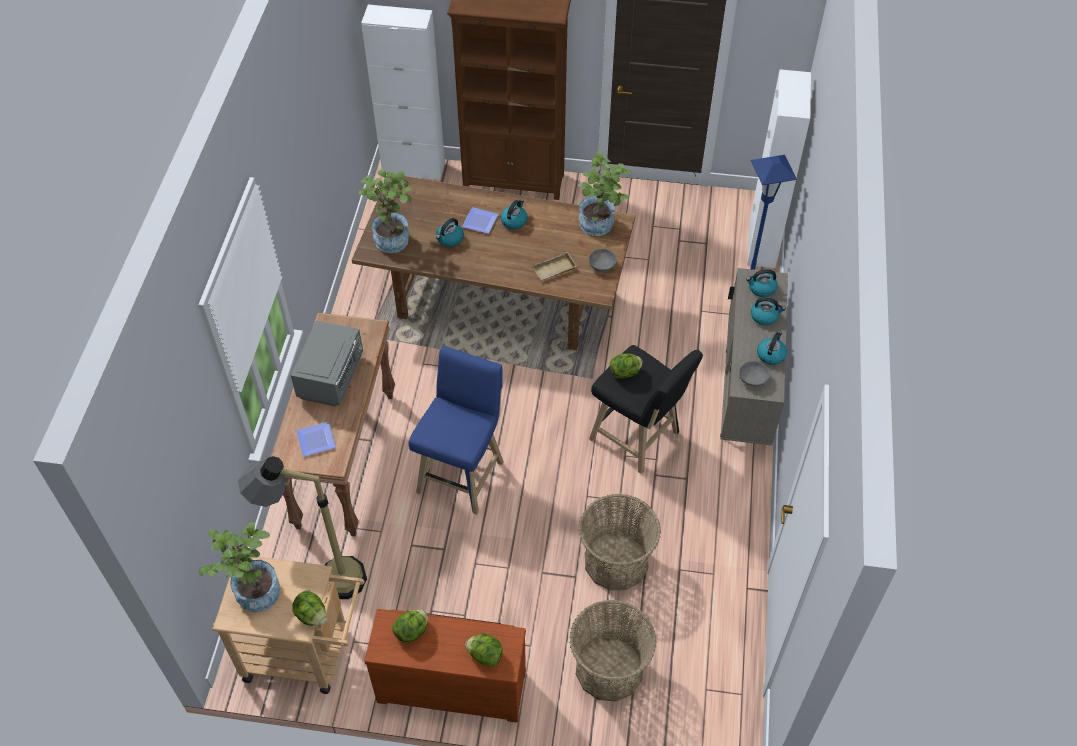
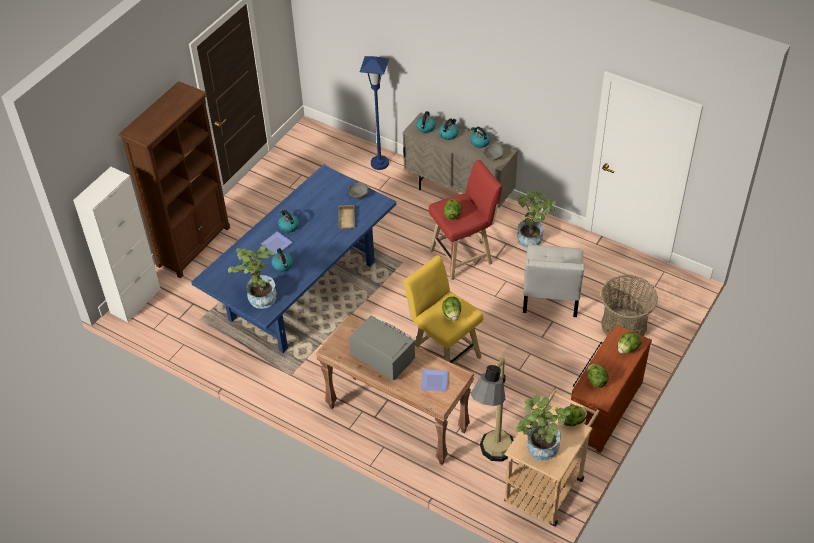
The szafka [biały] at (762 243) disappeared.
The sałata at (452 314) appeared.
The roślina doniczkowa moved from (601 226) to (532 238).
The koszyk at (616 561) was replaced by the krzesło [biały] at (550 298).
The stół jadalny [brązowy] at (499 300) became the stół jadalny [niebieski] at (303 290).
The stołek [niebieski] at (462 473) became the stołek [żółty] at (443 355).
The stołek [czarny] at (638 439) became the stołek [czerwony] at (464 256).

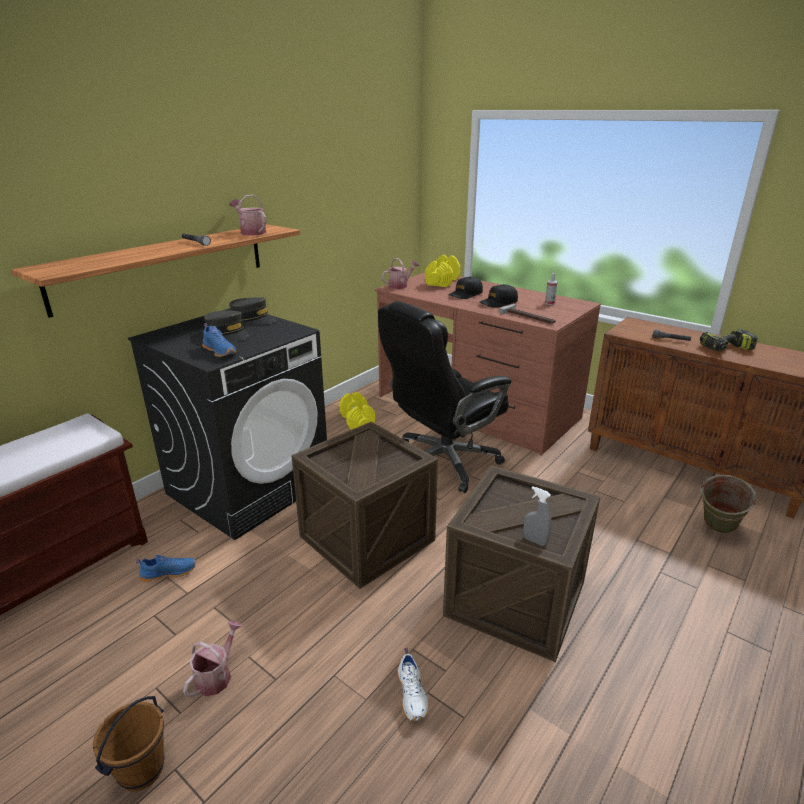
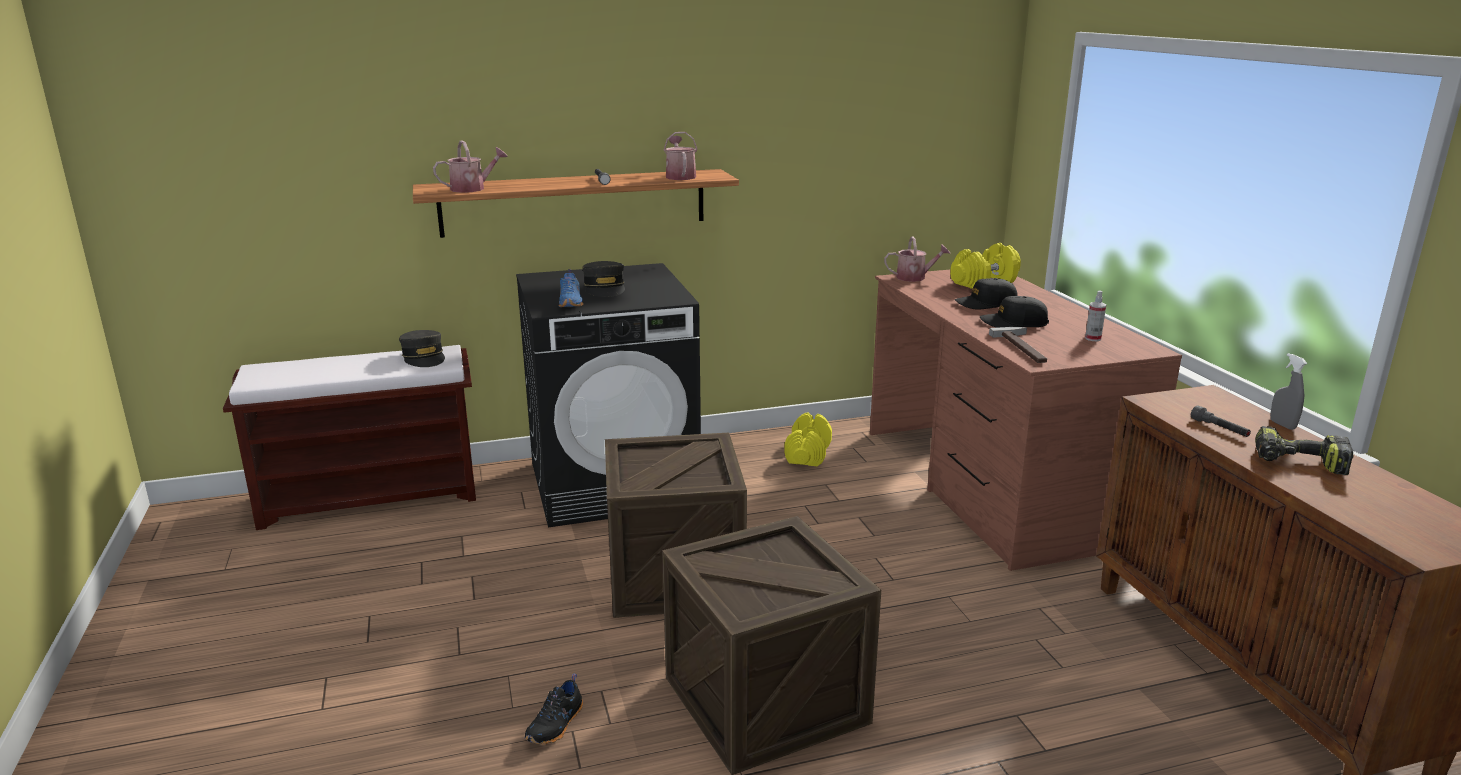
The wiadro [brązowy] at (142 770) disappeared.
The but [niebieski] at (169 572) disappeared.
The krzesło biurowe [czarny] at (442 462) disappeared.
The wiadro [zielony] at (716 530) disappeared.
The konewka moved from (217 675) to (472 188).
The czapka z daszkiem [szary] moved from (253 319) to (424 357).
The spryskiwacz [szary] moved from (535 541) to (1282 425).
The but [biały] at (412 694) became the but [czarny] at (556 725).

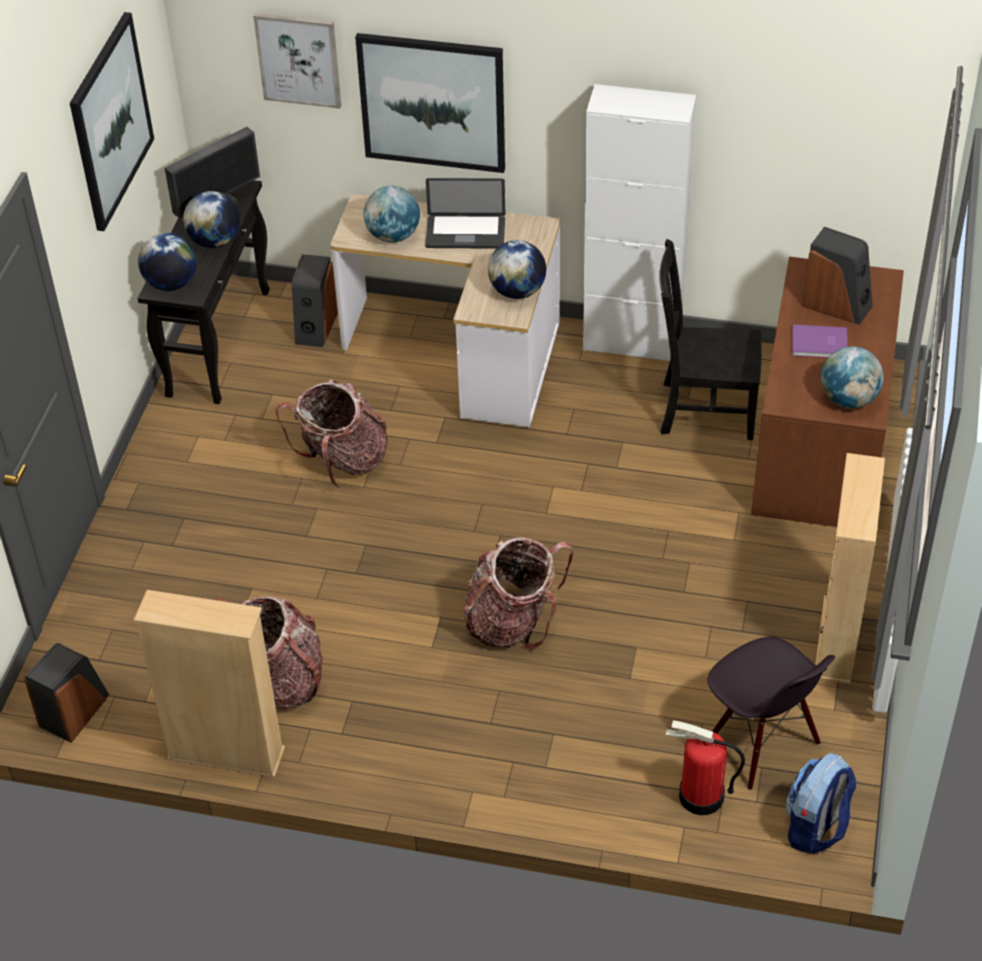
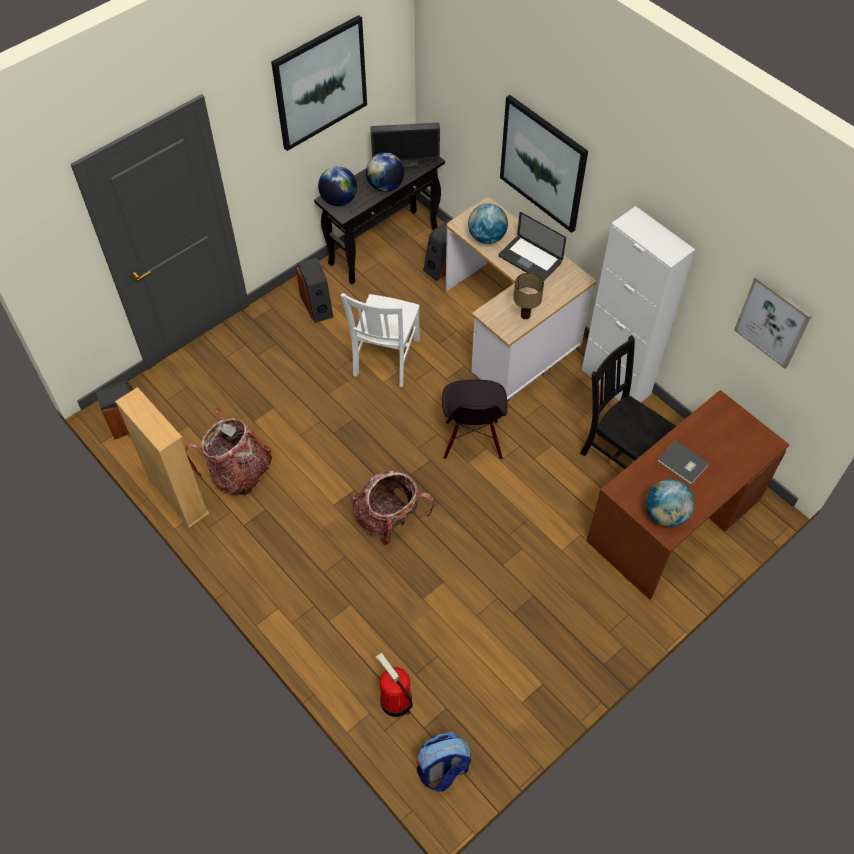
The regał [beżowy] at (837 640) disappeared.
The obraz moved from (298 59) to (772 321).
The krzesło [czarny] moved from (761 744) to (472 440).
The głośnik moved from (837 305) to (317 306).
The plecak at (342 461) was replaced by the krzesło [biały] at (385 359).
The globus at (517 291) was replaced by the lampa stołowa at (525 316).
The książka [fioletowy] at (820 344) became the książka [szary] at (682 464).

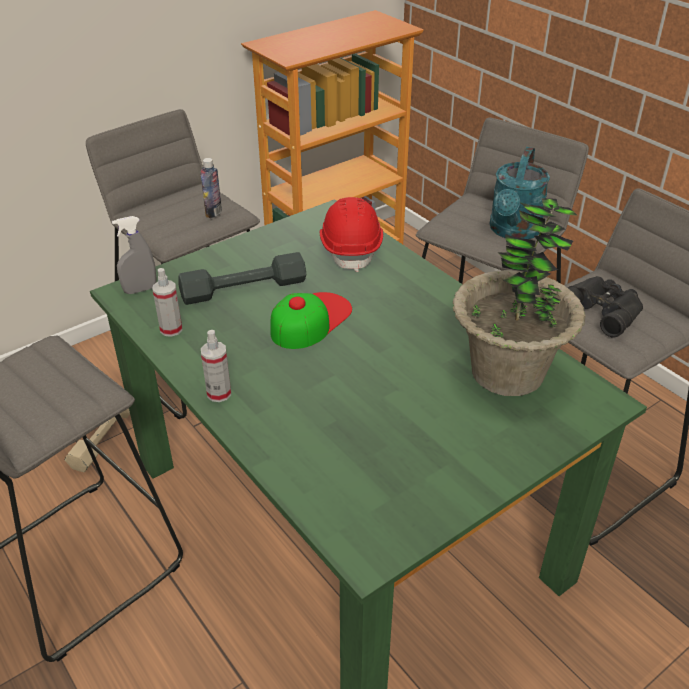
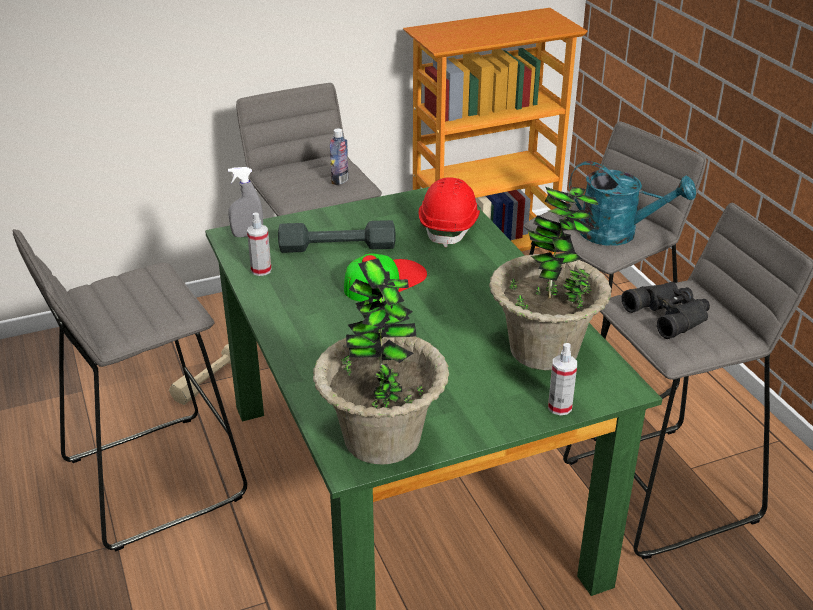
The roślina doniczkowa at (382 439) appeared.
The spryskiwacz moved from (219 393) to (559 407).
The konewka [turkusowy] at (513 232) turned 105 degrees counterclockwise.

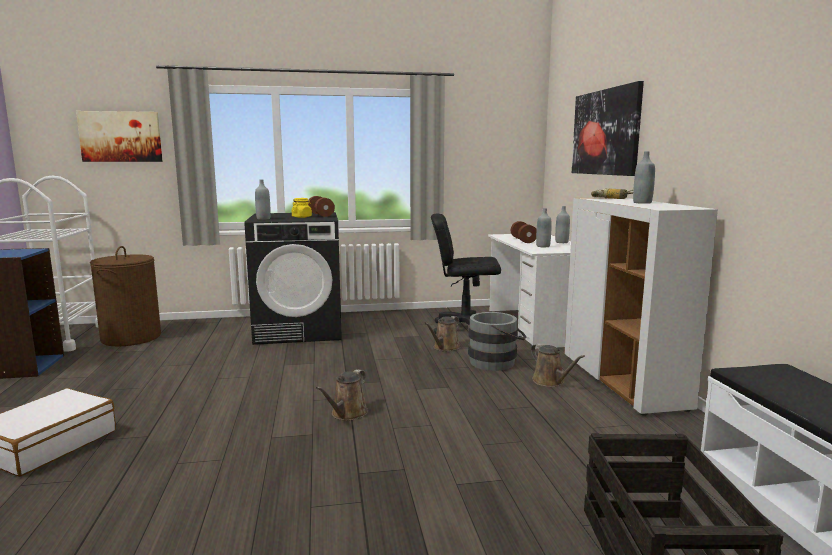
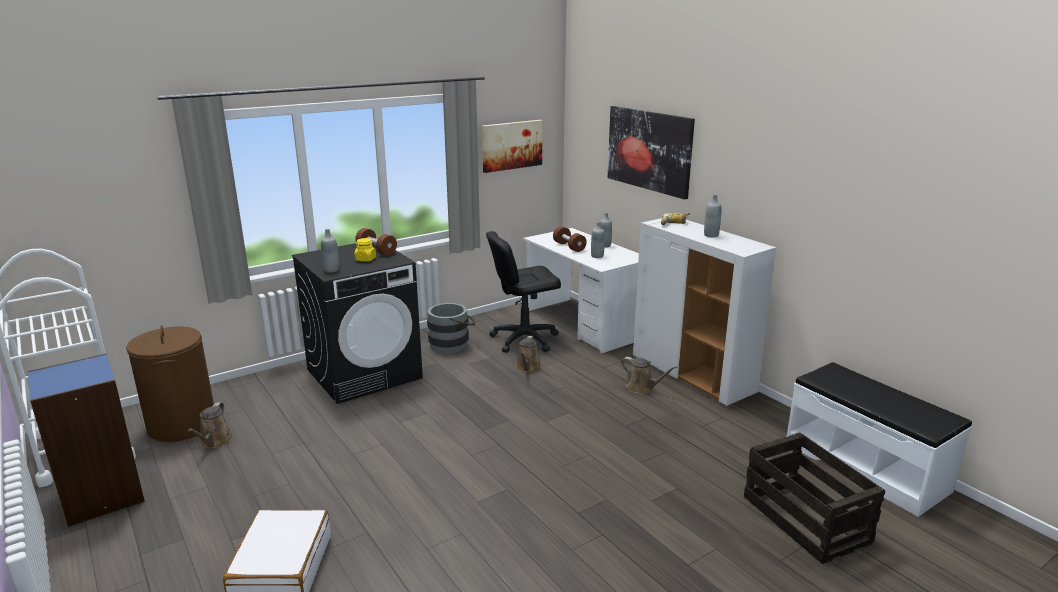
The obraz moved from (121 136) to (511 145).
The konewka [brązowy] moved from (347 414) to (214 442).
The wiadro [szary] moved from (496 362) to (452 344).

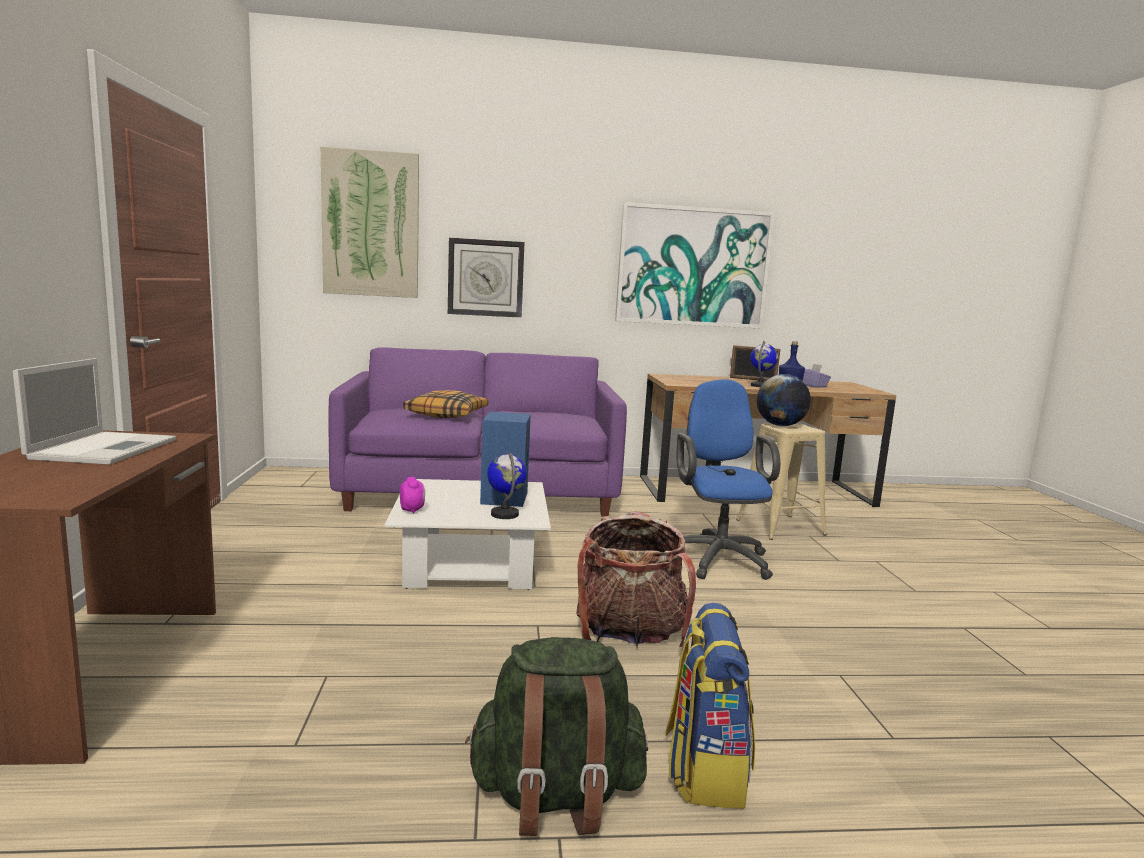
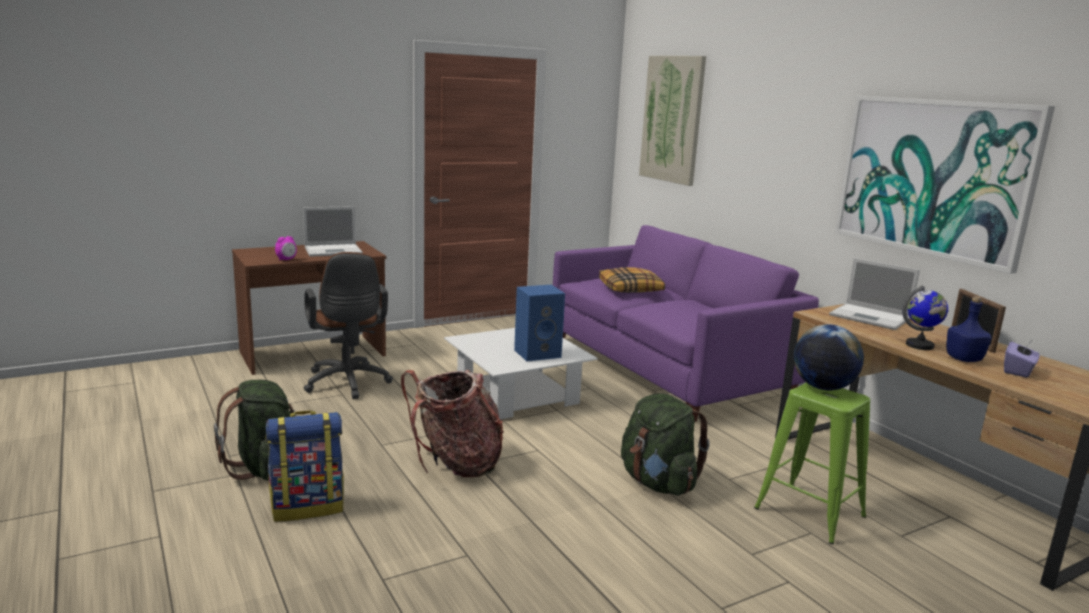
The zegar ścienny at (485 278) disappeared.
The globus at (505 514) disappeared.
The krzesło biurowe [brązowy] at (347 384) appeared.
The laptop at (871 317) appeared.
The budzik moved from (412 510) to (286 259).
The krzesło biurowe [niebieski] at (717 558) was replaced by the plecak [zielony] at (658 483).
The stołek [beżowy] at (781 527) became the stołek [zielony] at (810 513).

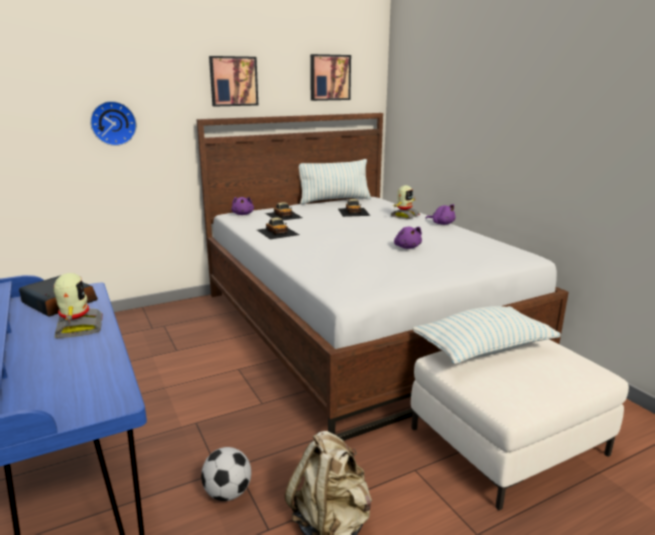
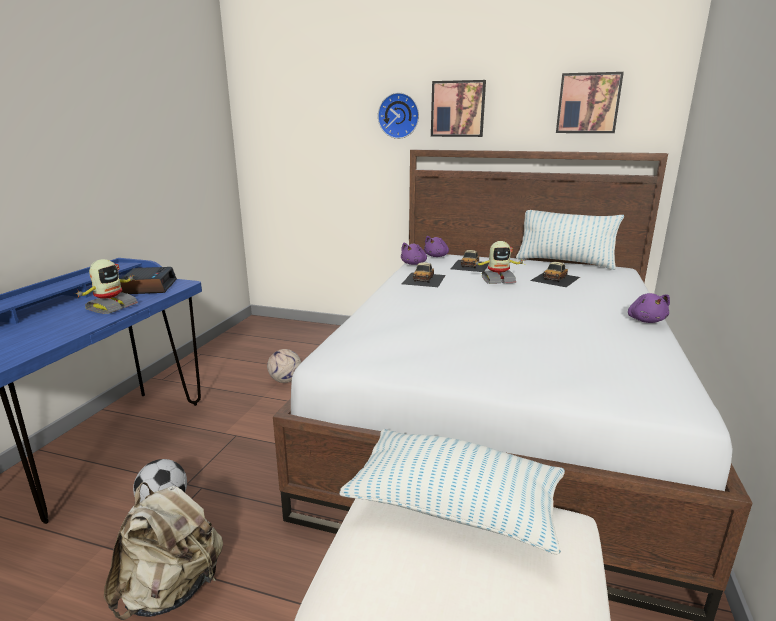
The piłka futbolowa at (285 380) appeared.
The zegar ścienny moved from (113 123) to (399 115).
The robot zabawkowy moved from (404 216) to (497 280).
The pluszak [fioletowy] moved from (407 247) to (414 264).

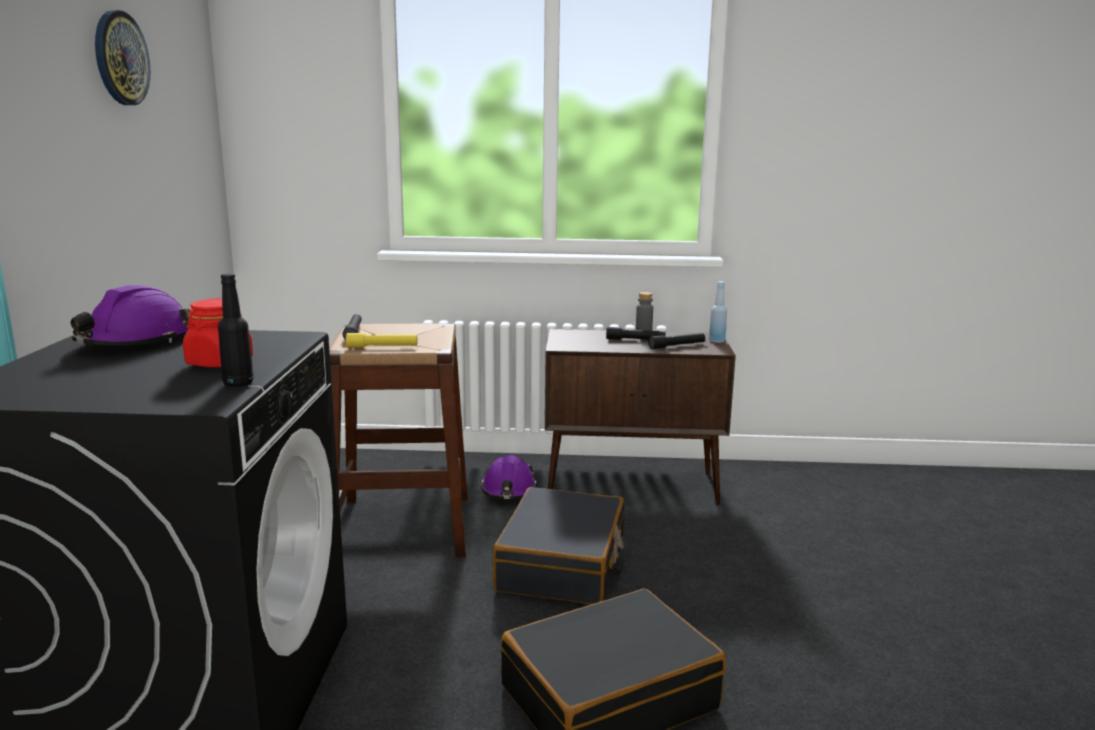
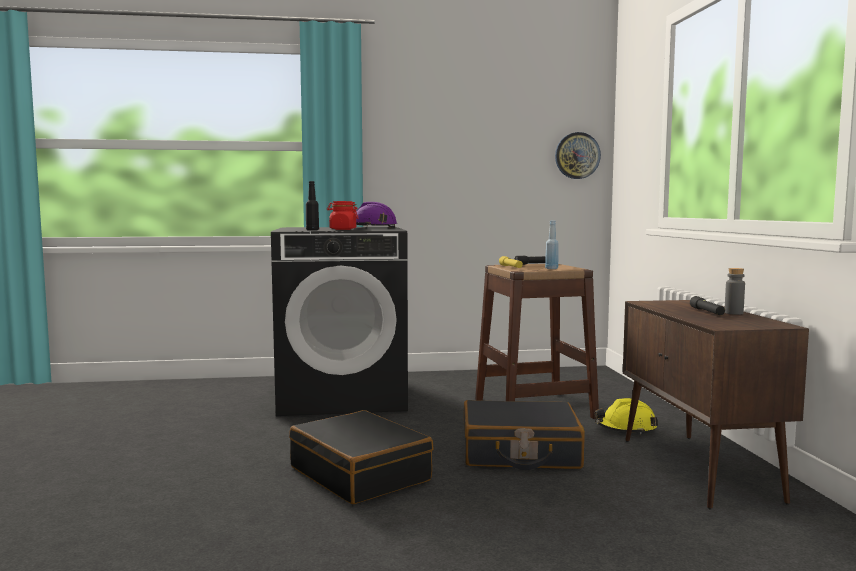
The latarka [czarny] at (677 346) disappeared.
The zegar ścienny moved from (120 58) to (577 155).
The butelka [niebieski] moved from (717 341) to (551 269).
The kask [fioletowy] at (509 490) became the kask [żółty] at (626 428).

